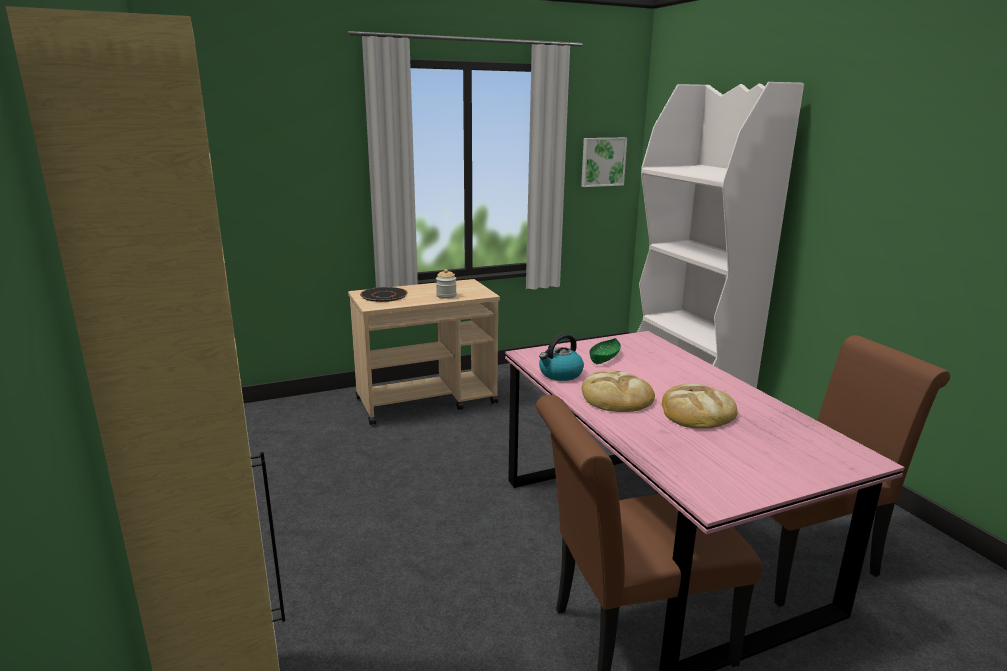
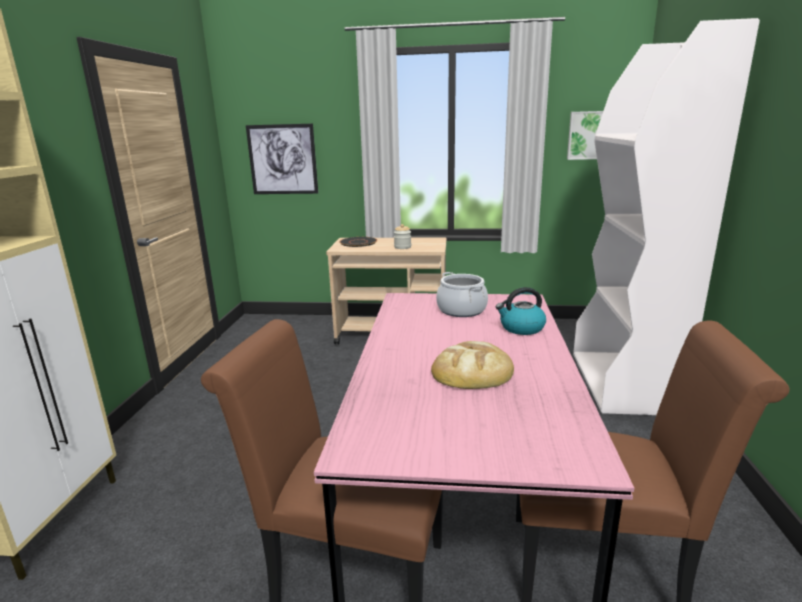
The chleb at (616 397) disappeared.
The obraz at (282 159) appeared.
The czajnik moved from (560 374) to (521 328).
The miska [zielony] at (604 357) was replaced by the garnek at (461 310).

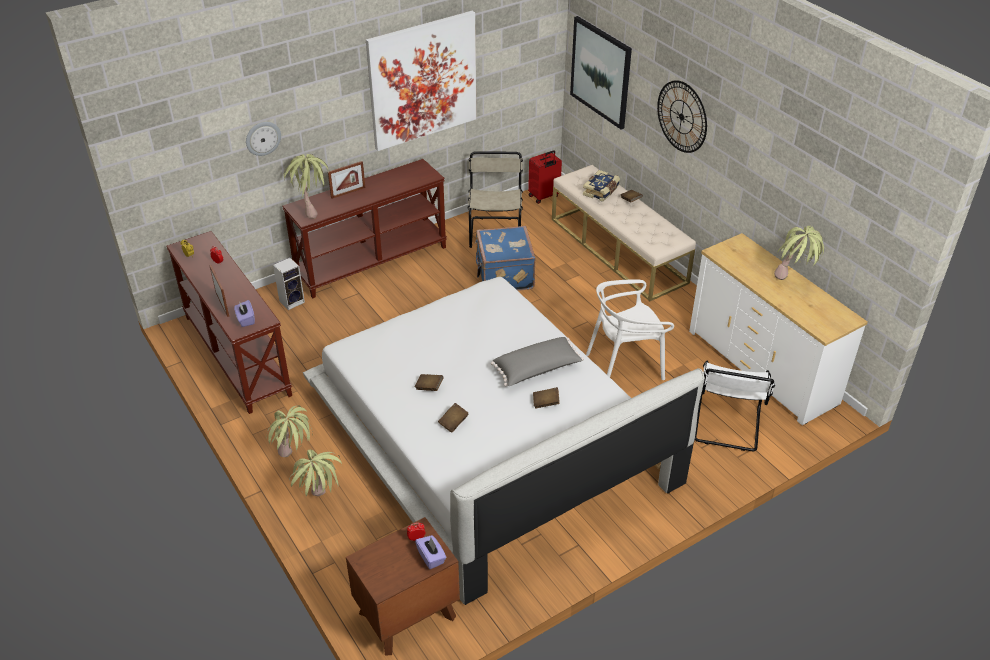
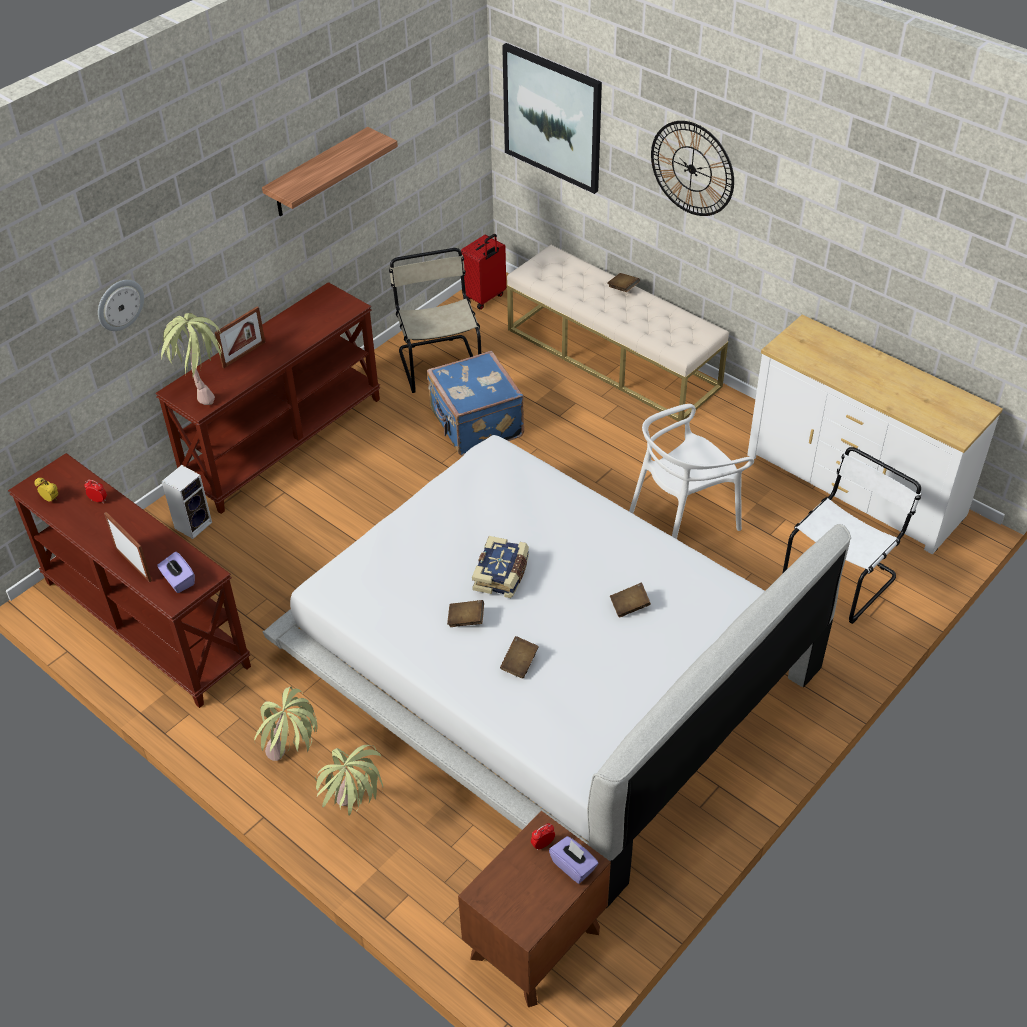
The poduszka [szary] at (537 370) disappeared.
The roślina doniczkowa at (792 285) disappeared.
The książka moved from (601 191) to (502 574).
The obraz at (422 80) was replaced by the półka at (318 173).
The krzesło [biały] at (726 426) turned 135 degrees counterclockwise.

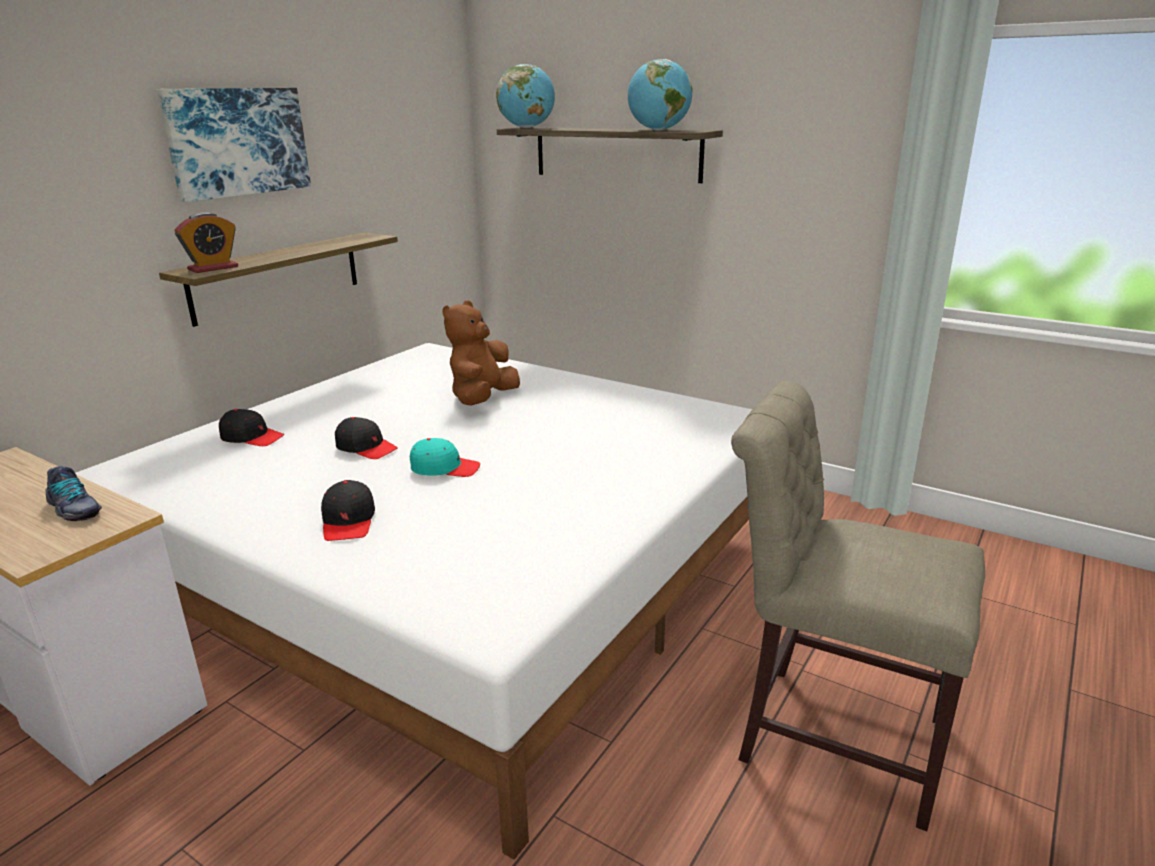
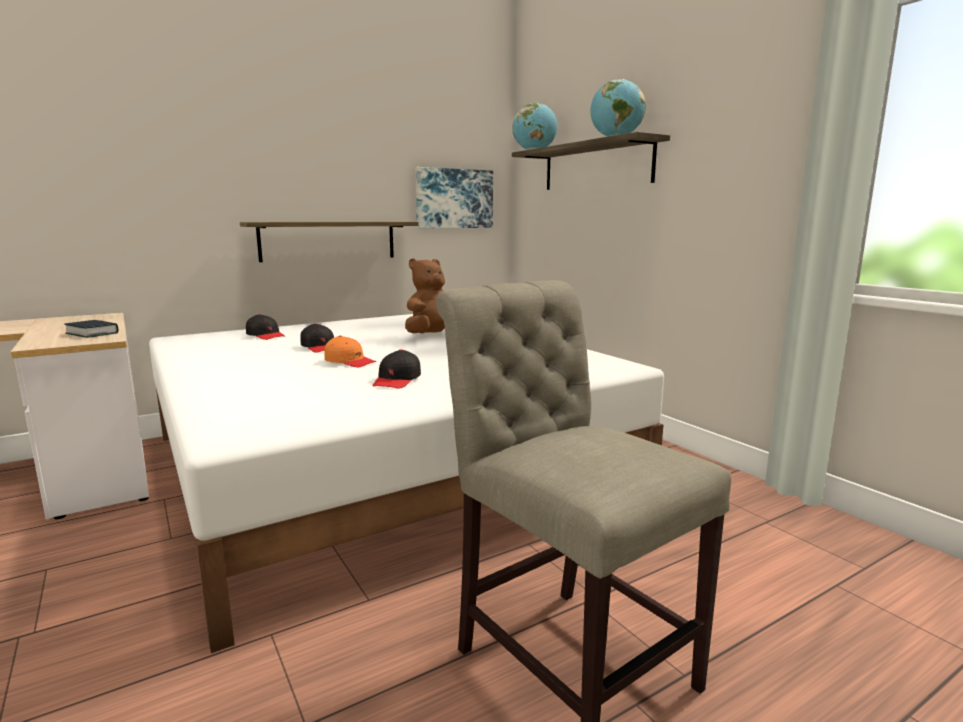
The budzik at (213 268) disappeared.
The obraz moved from (237 142) to (454 198).
The czapka z daszkiem [czarny] moved from (349 521) to (397 380).
The but at (74 509) was replaced by the książka at (92 333).
The czapka z daszkiem [turkusowy] at (444 468) became the czapka z daszkiem [pomarańczowy] at (349 361).

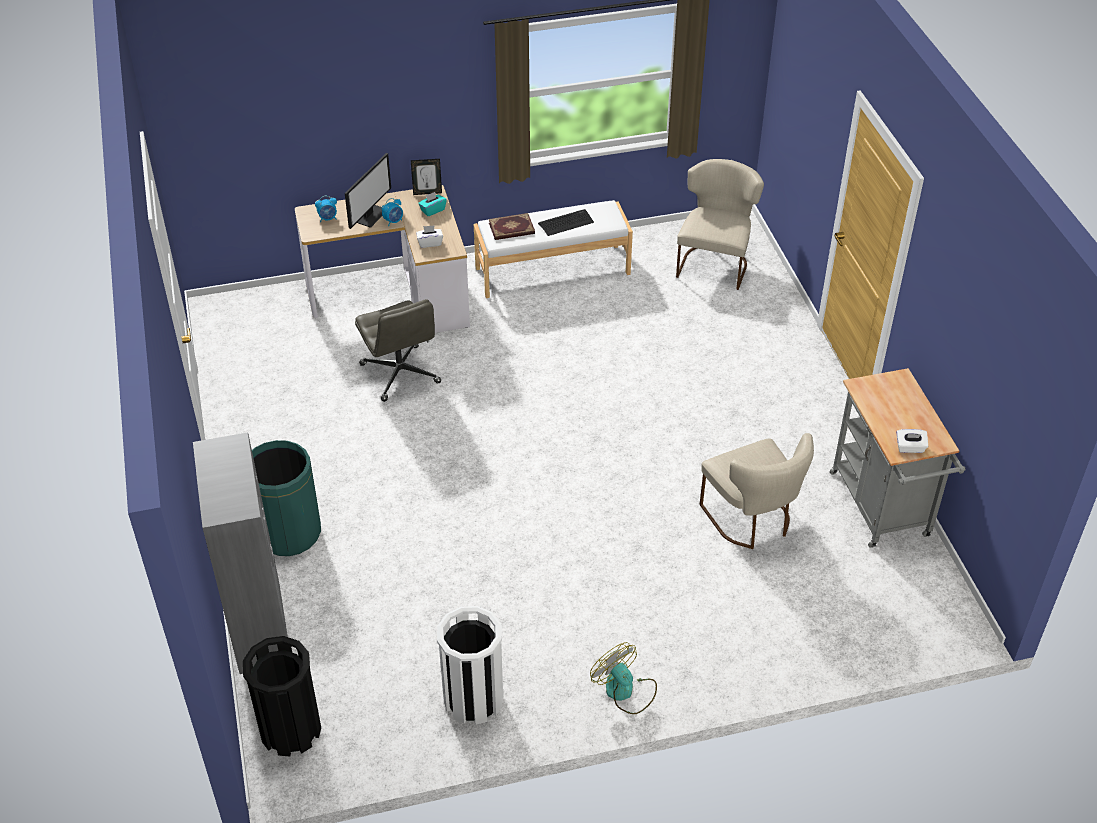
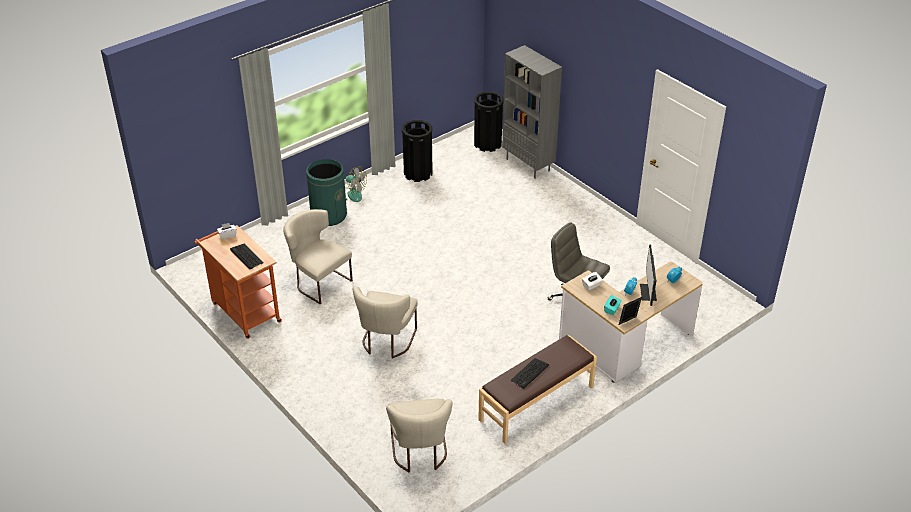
The książka at (512 229) disappeared.
The klawiatura at (246 256) appeared.
The krzesło [beżowy] at (386 342) appeared.
The kosz na śmieci [zielony] moved from (289 533) to (328 215).
The kosz na śmieci [biały] at (473 699) became the kosz na śmieci [czarny] at (418 173).
The ławka [biały] at (552 270) became the ławka [brązowy] at (537 403).
The wózek [szary] at (883 510) became the wózek [pomarańczowy] at (243 310).

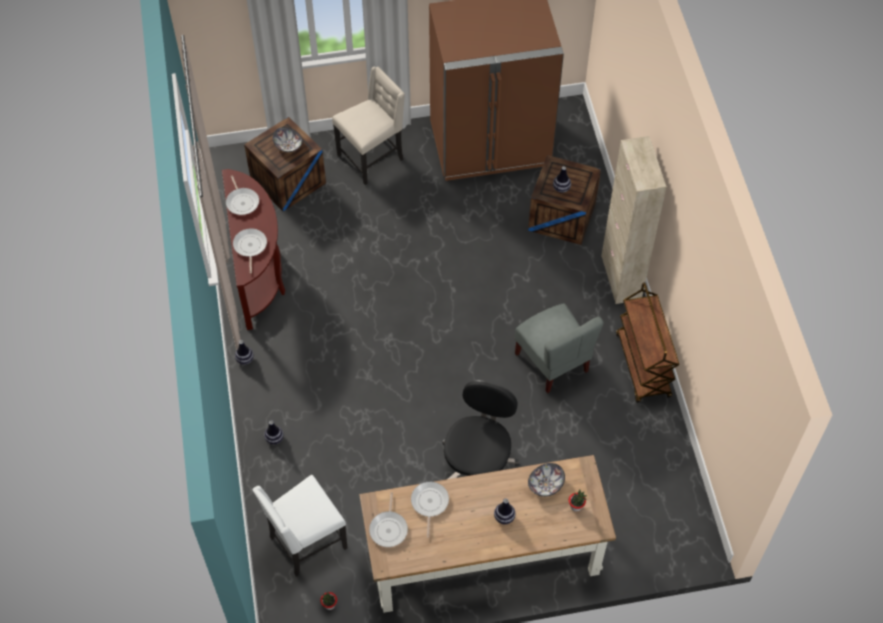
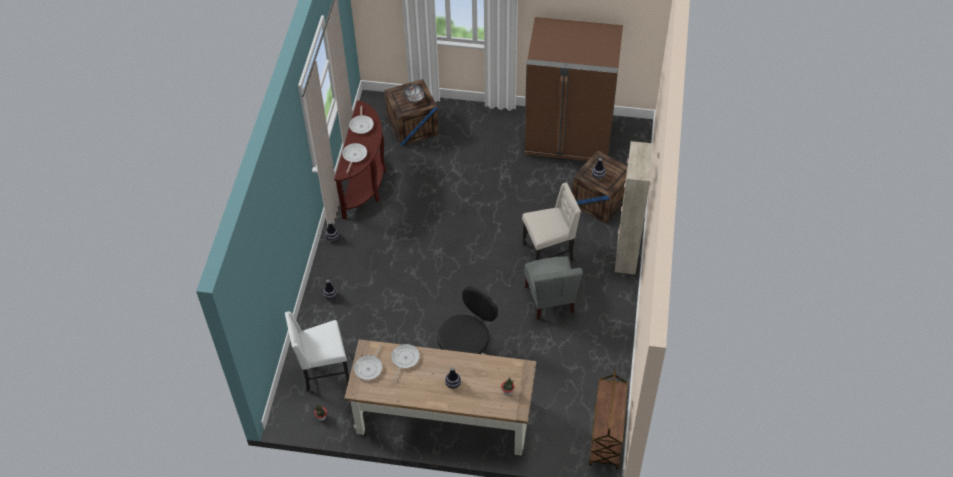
The miska at (545 484) disappeared.
The krzesło [beżowy] moved from (372 157) to (549 253).
The wózek [brązowy] moved from (643 366) to (607 437).

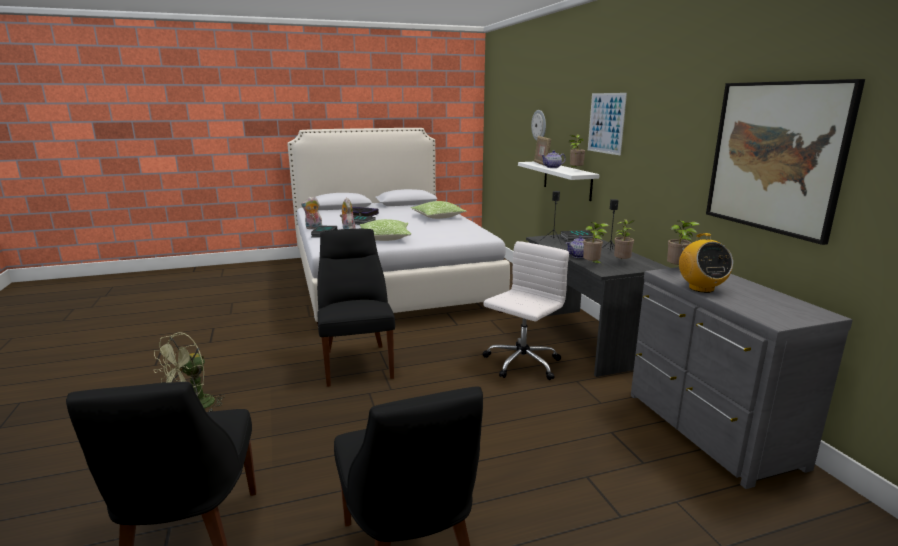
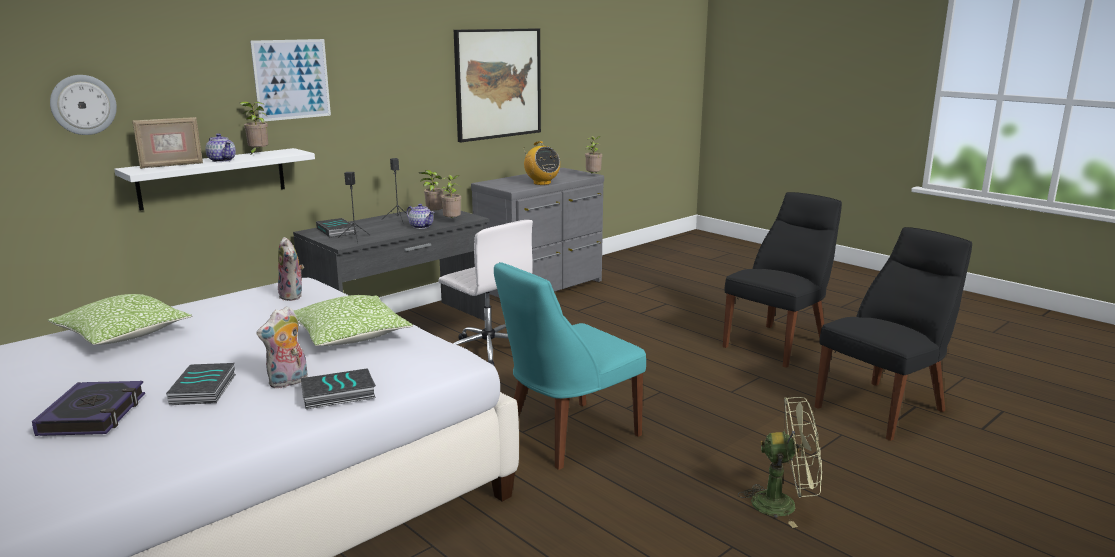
The pluszak moved from (313 228) to (293 296).
The roślina doniczkowa moved from (677 269) to (593 176).
The krzesło [czarny] at (357 362) became the krzesło [turkusowy] at (567 436).
The krzesło biurowe [biały] at (521 364) turned 150 degrees counterclockwise.
The radio at (701 288) turned 90 degrees clockwise.

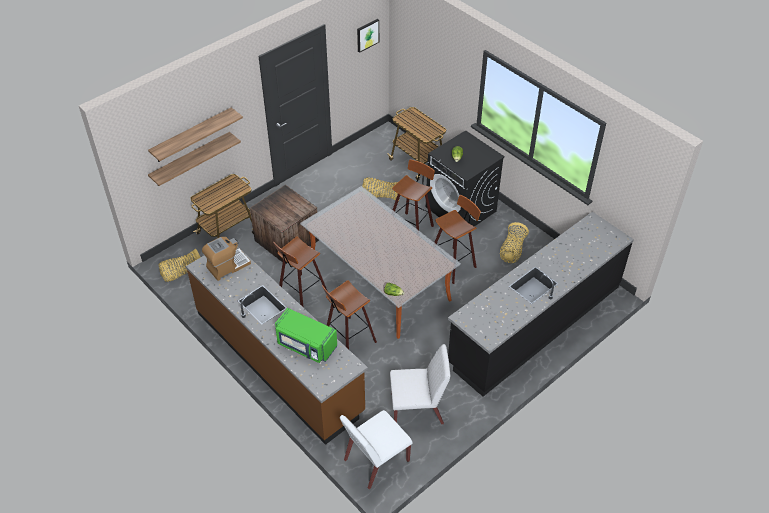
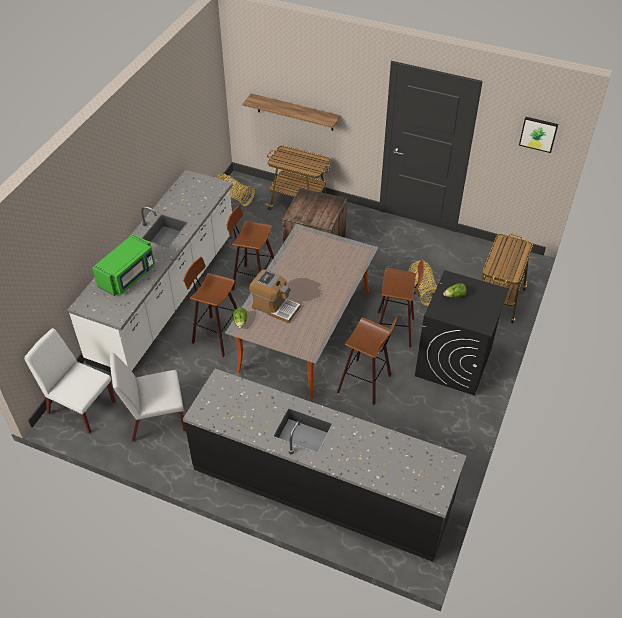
The półka at (192 135) disappeared.
The koszyk at (512 251) disappeared.
The ekspres do kawy moved from (227 266) to (275 307).
The zabudowa kuchenna [brązowy] at (279 361) became the zabudowa kuchenna [biały] at (166 296).
The mikrofalówka [zielony] at (306 345) turned 150 degrees counterclockwise.
The krzesło [biały] at (418 408) turned 105 degrees clockwise.

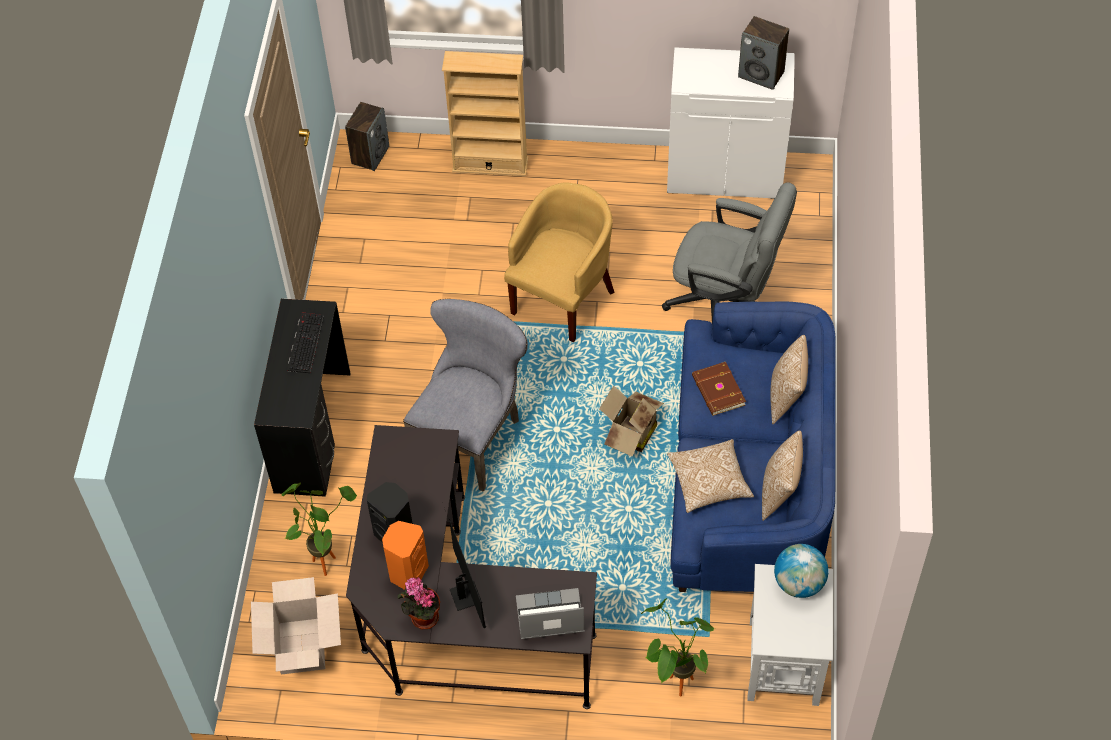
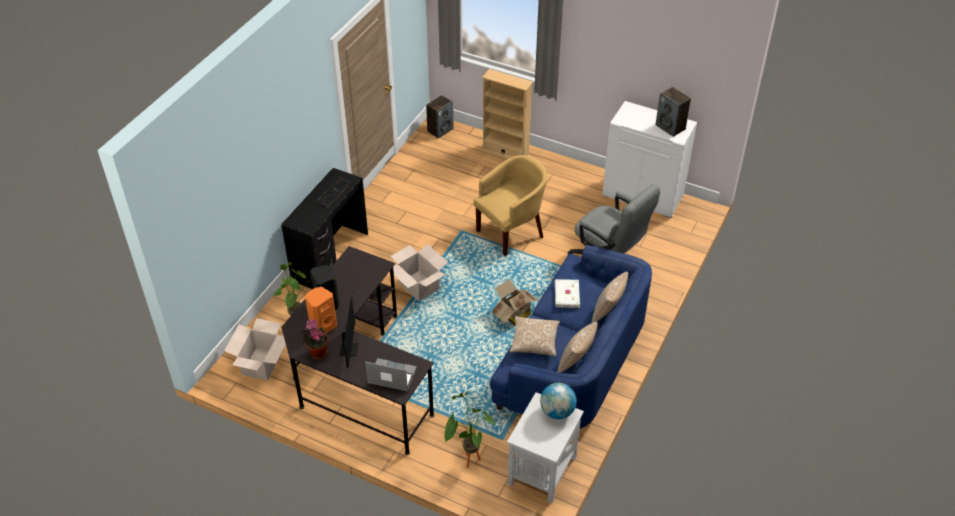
The krzesło [szary] at (472 435) was replaced by the karton at (419 286).
The książka [brązowy] at (717 391) became the książka [biały] at (566 295).

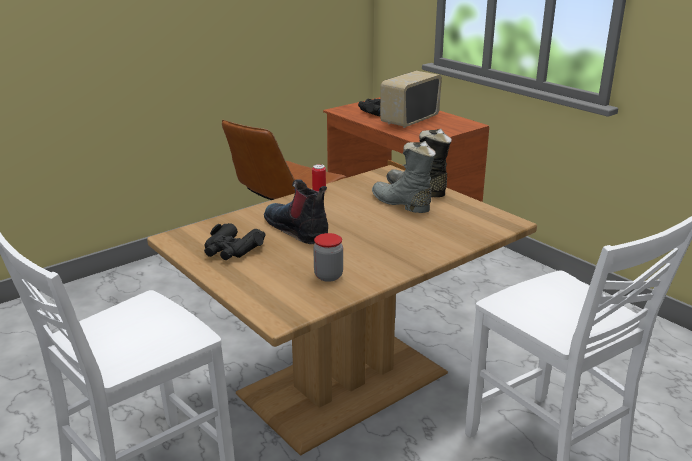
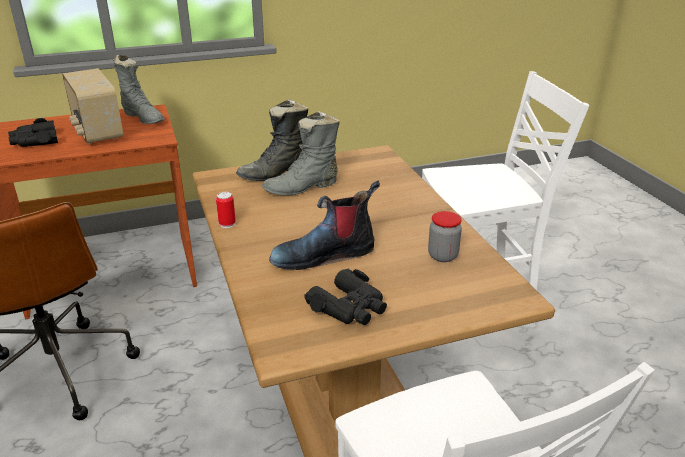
The but z cholewką [szary] at (143 118) appeared.

